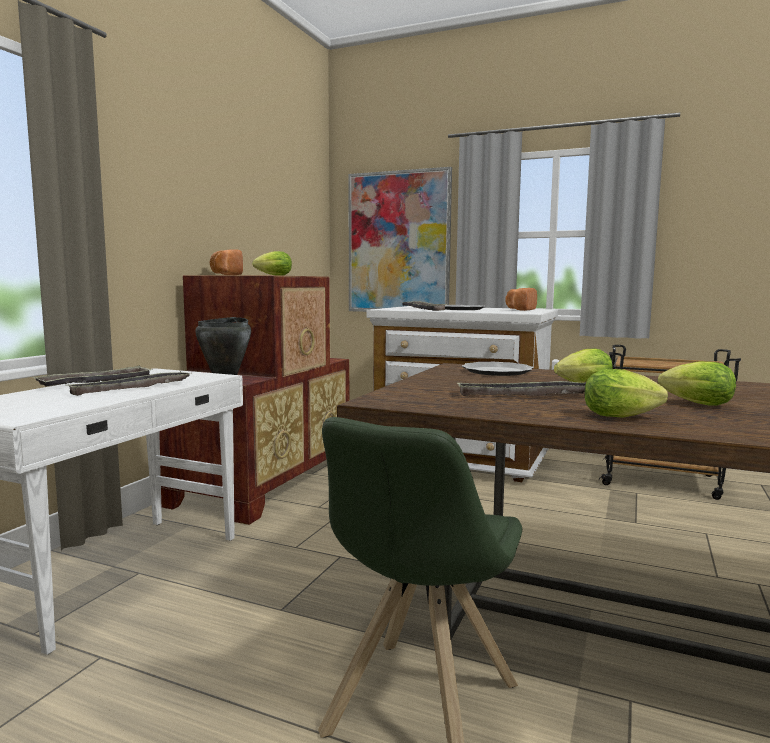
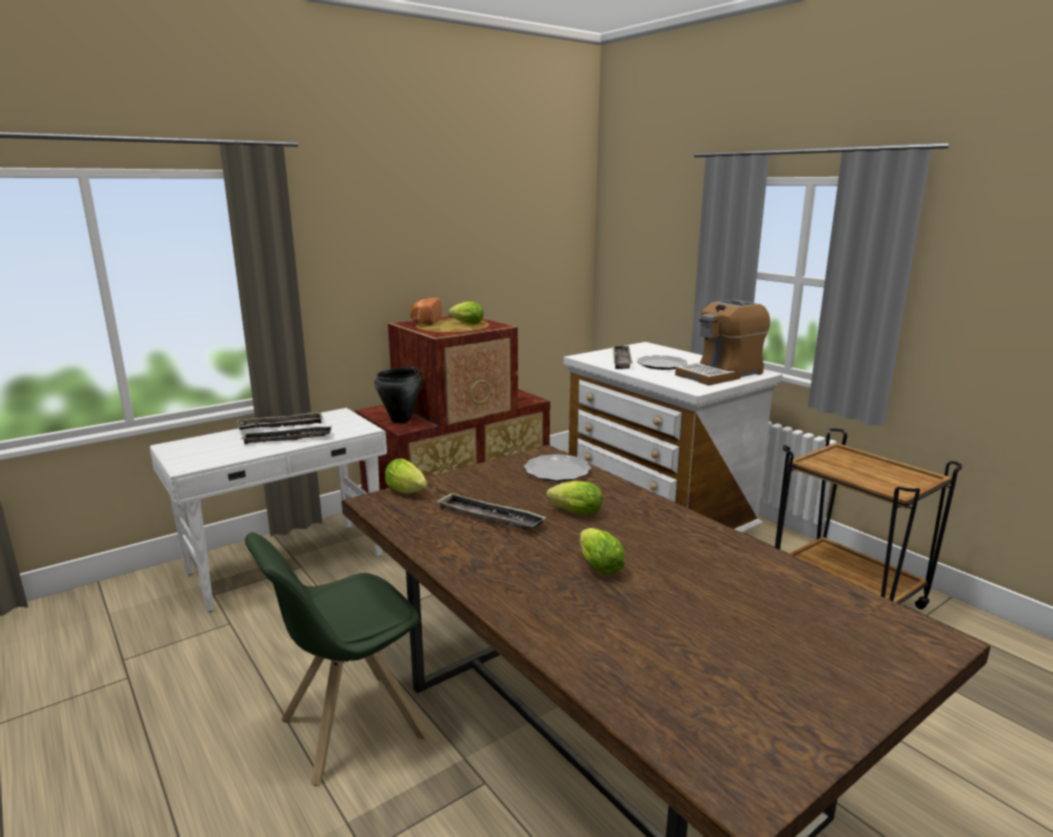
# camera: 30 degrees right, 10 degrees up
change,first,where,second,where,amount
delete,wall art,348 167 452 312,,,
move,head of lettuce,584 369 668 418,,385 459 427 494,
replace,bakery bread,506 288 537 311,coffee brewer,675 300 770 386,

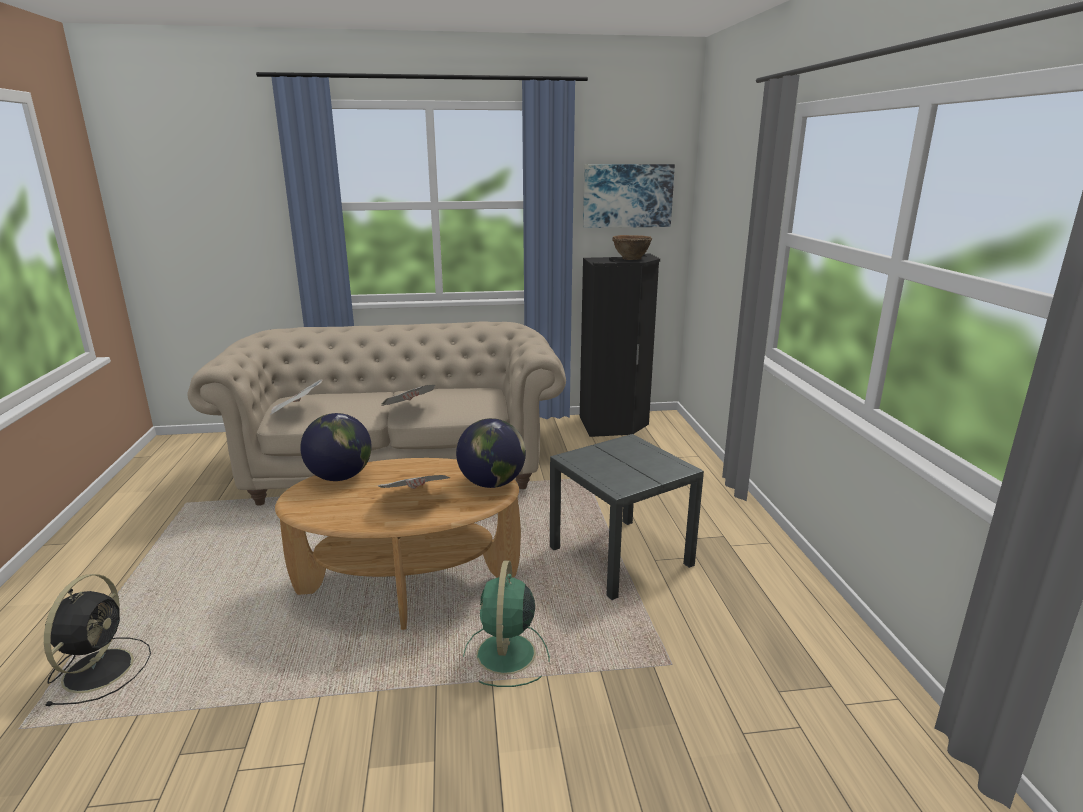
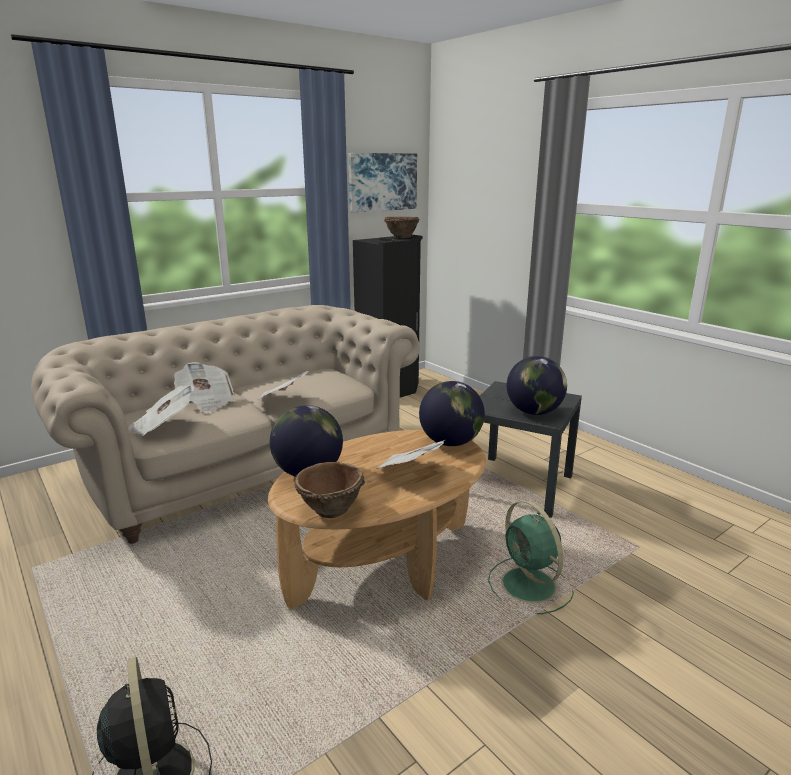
# camera: 30 degrees left, 0 degrees up
change,first,where,second,where,amount
insert,,,printed paper,174 362 235 413,
insert,,,brown-coloured deep dish,294 462 365 518,
insert,,,desk globe,507 356 567 415,

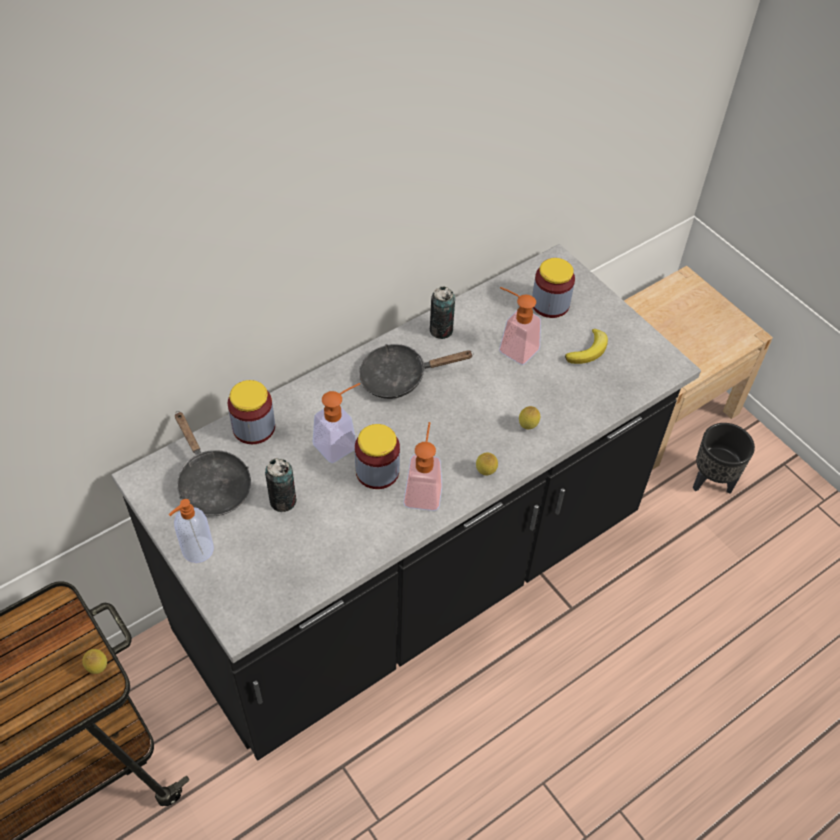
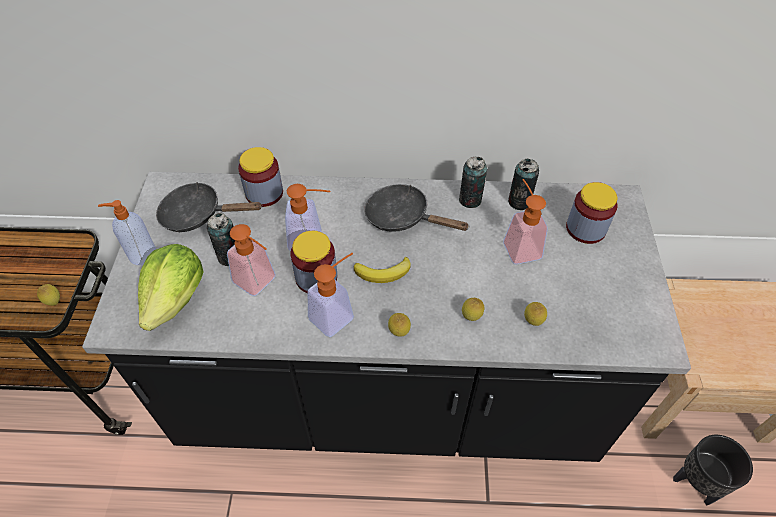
# camera: 40 degrees right, 0 degrees up
change,first,where,second,where,amount
insert,,,head of lettuce,138 244 204 331,
insert,,,soap dispenser,227 224 276 296,
insert,,,metal can,508 159 539 210,
insert,,,whole lemon,524 302 547 326,
move,whole banana,565 329 608 364,,354 257 411 283,
rotate,black skillet,175 411 251 516,,156 182 263 232,90 degrees clockwise

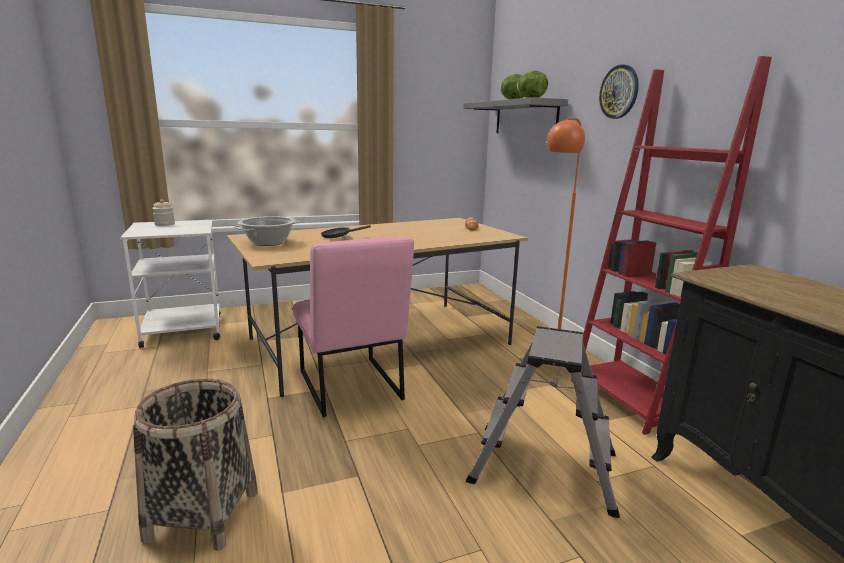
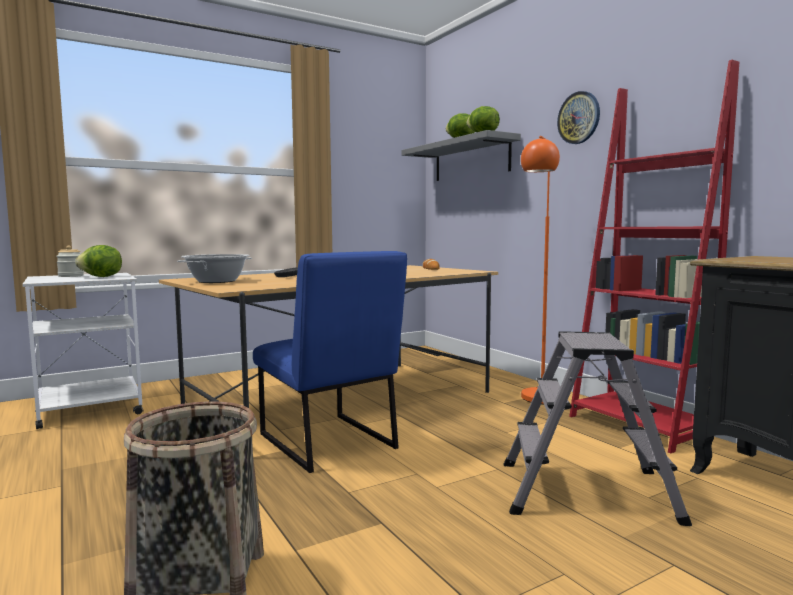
# camera: 10 degrees left, 10 degrees down
change,first,where,second,where,amount
insert,,,head of lettuce,75 245 122 277,
recolor,pinkish plain chair,293 237 414 417,blue plain chair,253 251 407 473,

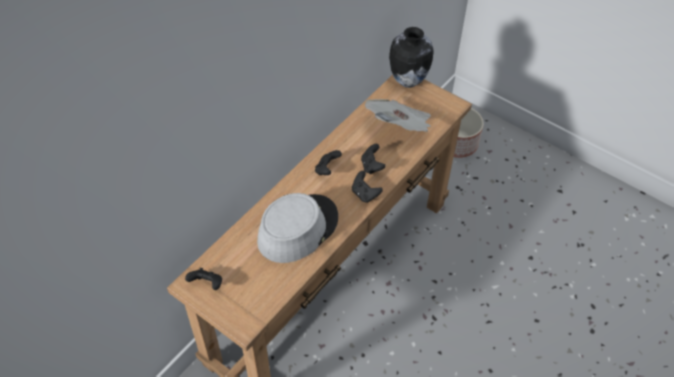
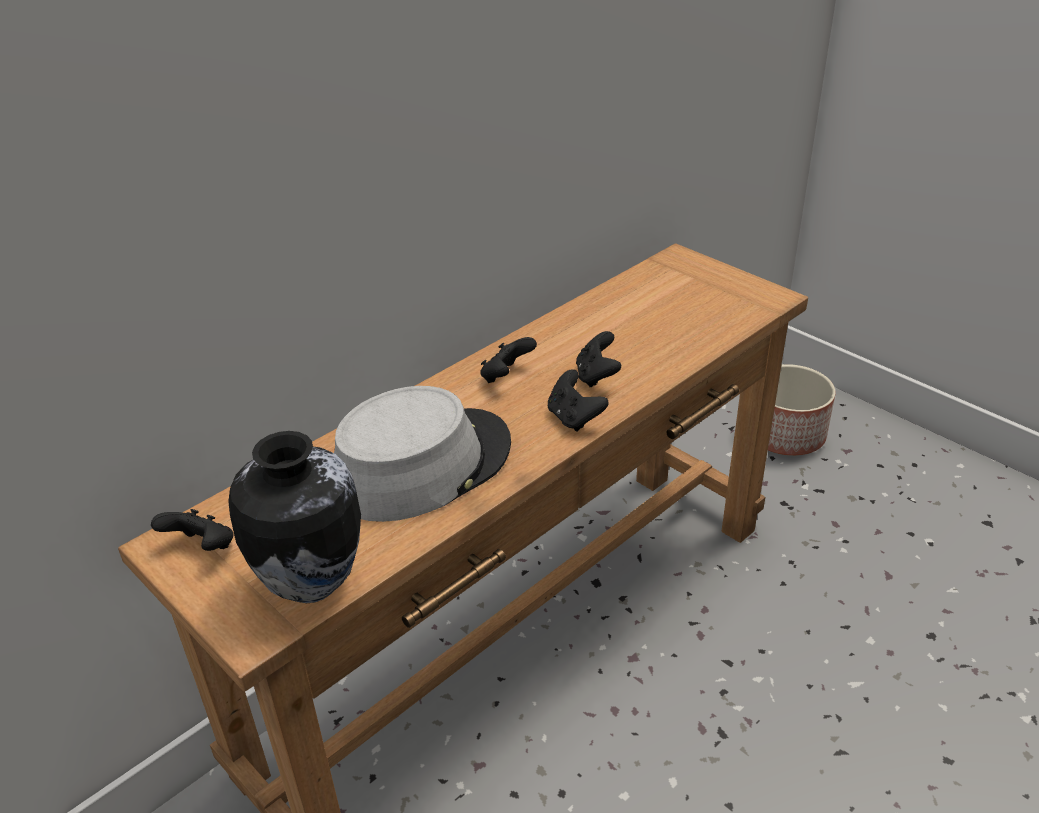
# camera: 10 degrees right, 15 degrees down
change,first,where,second,where,amount
delete,printed paper,365 99 431 132,,,
move,vase,389 27 434 88,,228 431 361 603,

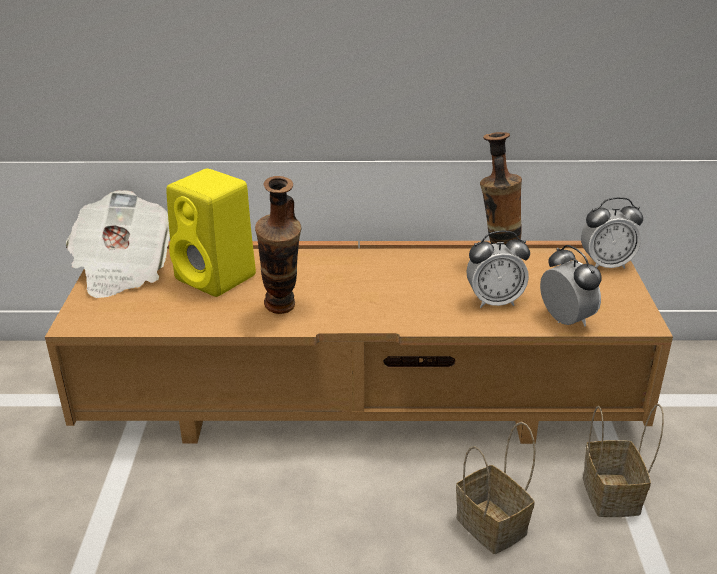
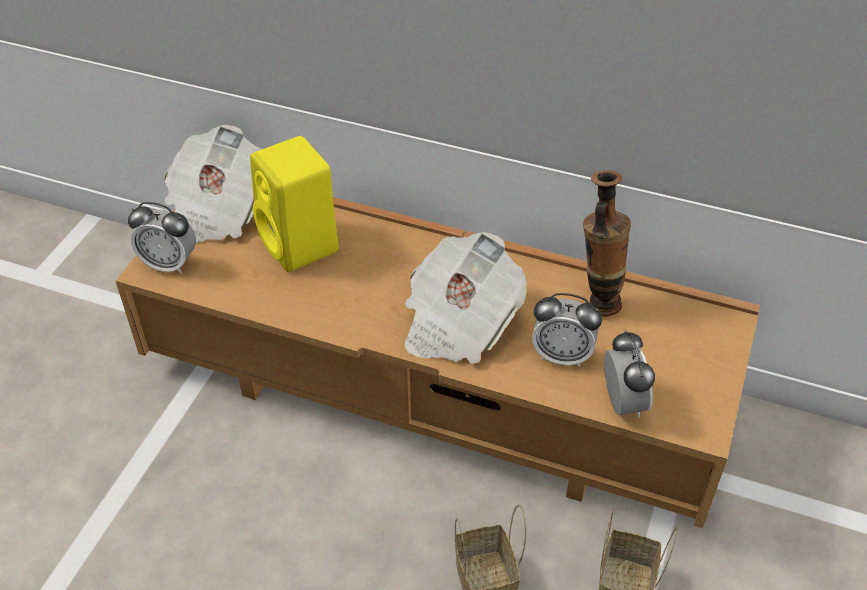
# camera: 20 degrees right, 15 degrees up
change,first,where,second,where,amount
delete,vase,255 176 301 314,,,
insert,,,printed paper,404 232 527 364,
move,alarm clock,581 197 643 269,,128 202 196 274,

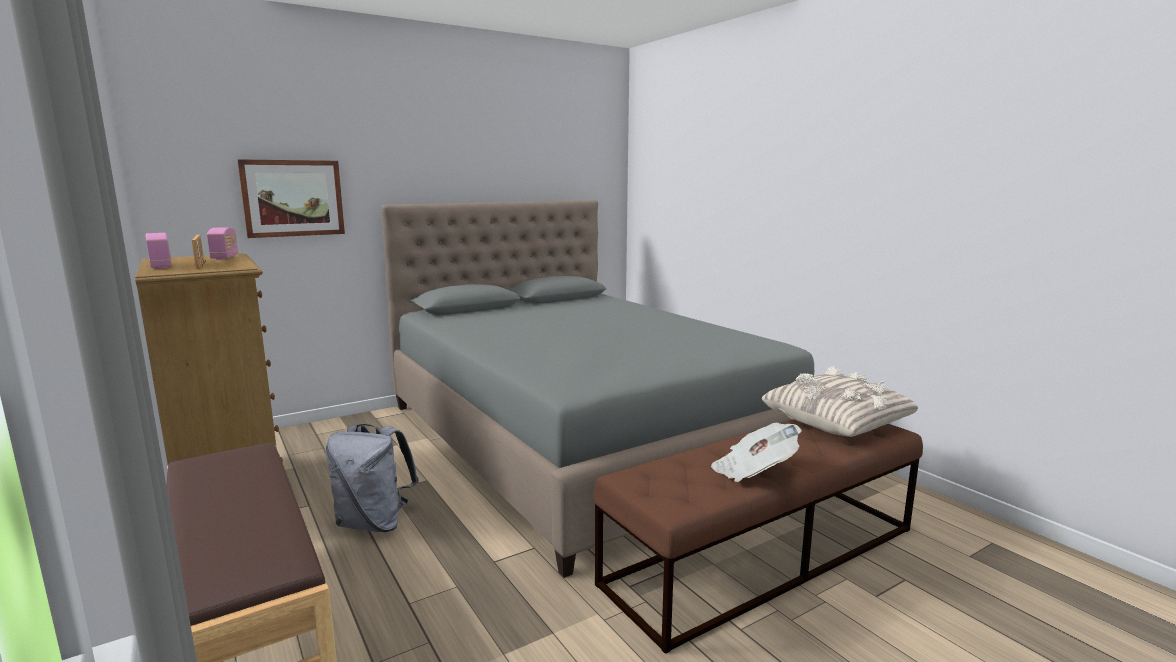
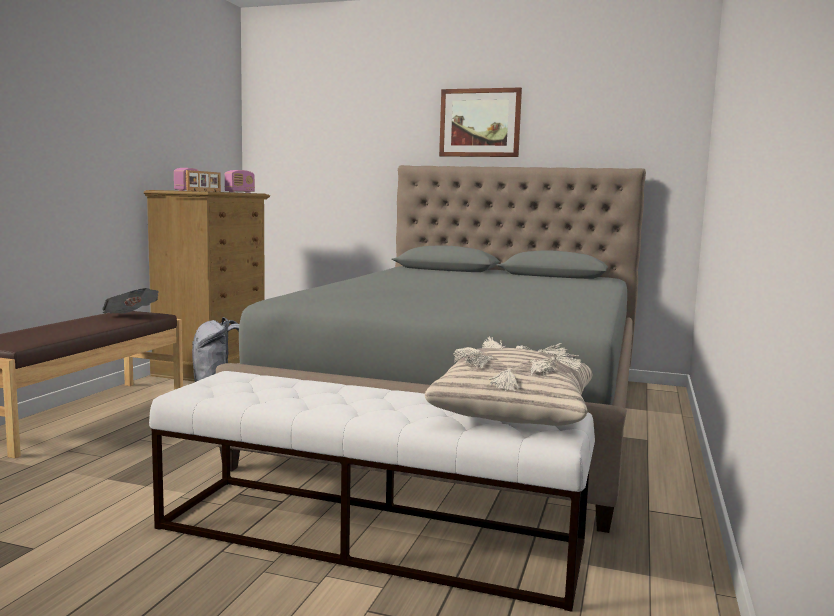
# camera: 50 degrees right, 5 degrees down
change,first,where,second,where,amount
move,wall art,237 159 345 238,,439 88 522 157,
move,printed paper,711 422 802 482,,102 288 159 314,
recolor,brown-coloured long seat,593 419 923 654,white long seat,149 371 595 612,

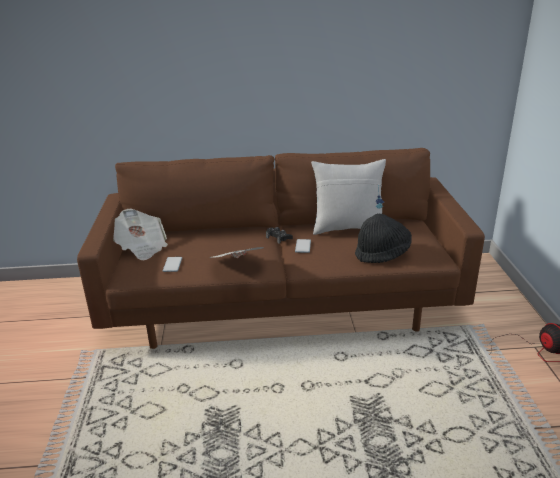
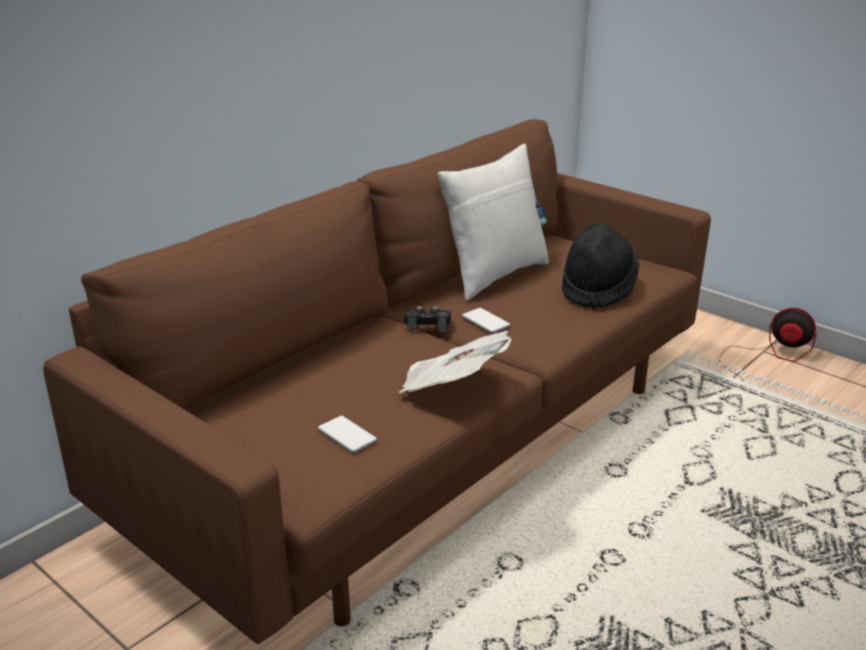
# camera: 45 degrees left, 0 degrees up
change,first,where,second,where,amount
delete,printed paper,113 209 168 260,,,

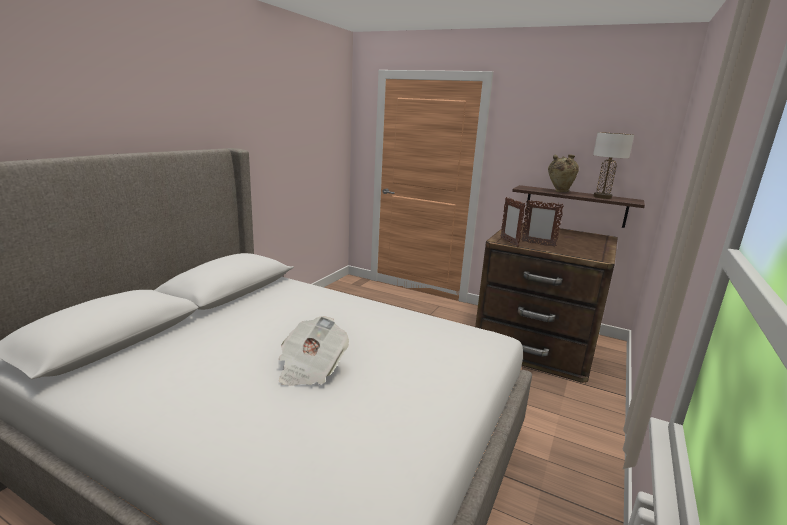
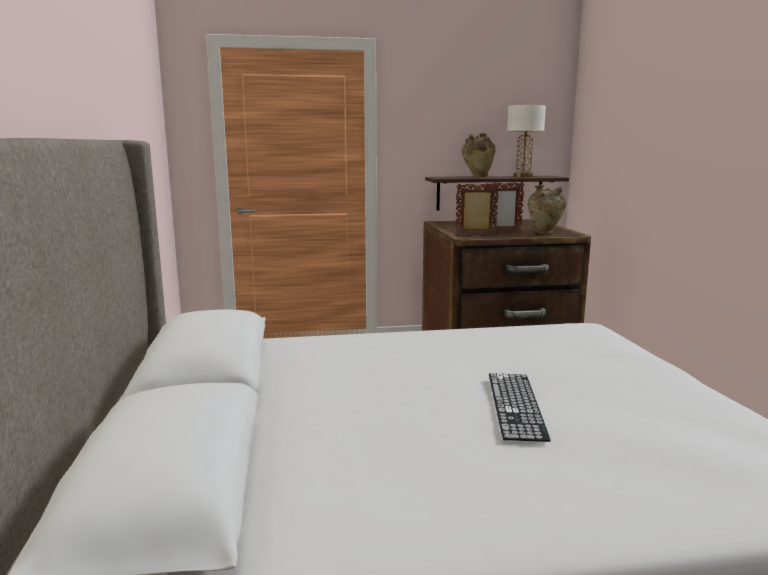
# camera: 35 degrees left, 5 degrees down
change,first,where,second,where,amount
insert,,,beige-coloured vase,527 185 566 234,
replace,printed paper,279 316 349 386,computer keyboard,489 373 551 442,
rotate,standing frame,501 197 526 247,,455 183 499 237,135 degrees clockwise

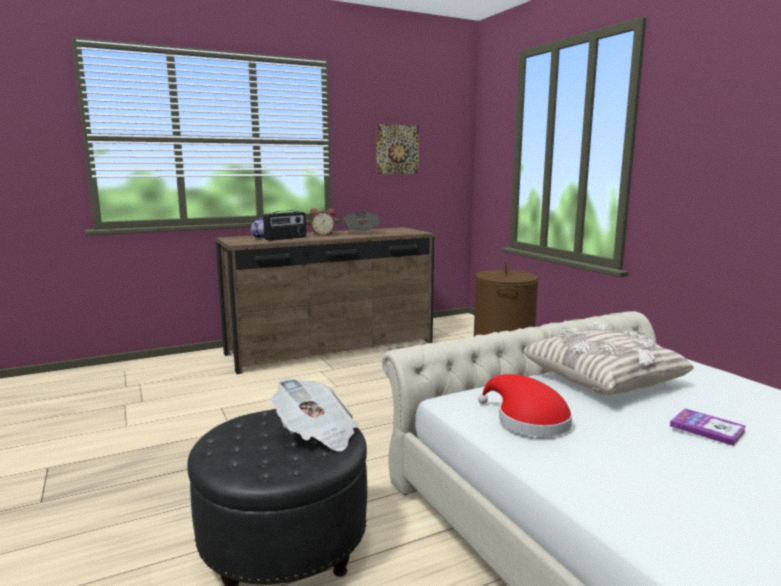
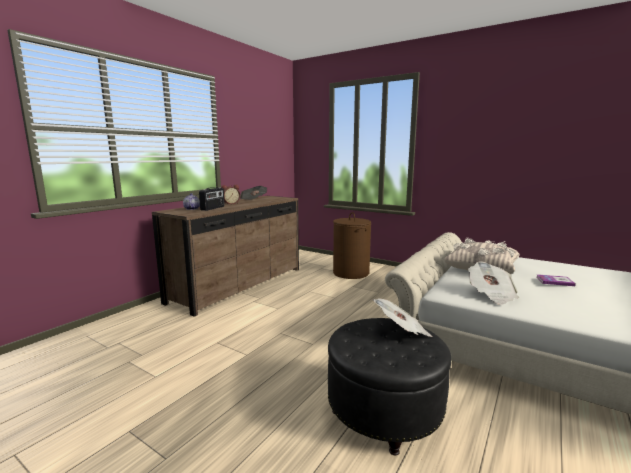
# camera: 30 degrees left, 0 degrees up
change,first,where,second,where,amount
delete,wall art,376 124 419 174,,,
replace,reddish wearable hat,478 374 572 437,printed paper,468 262 519 305,

